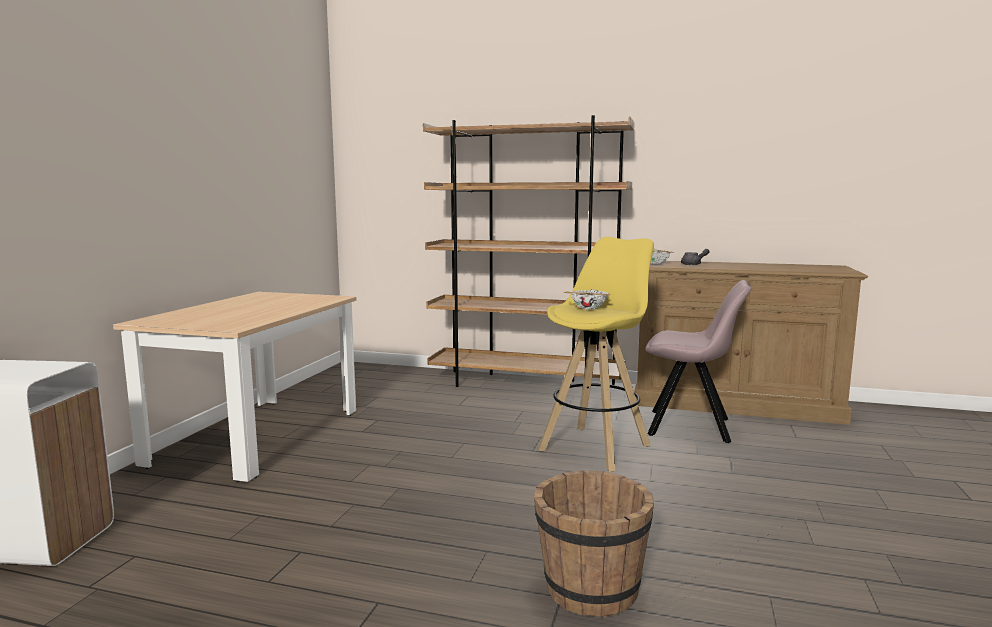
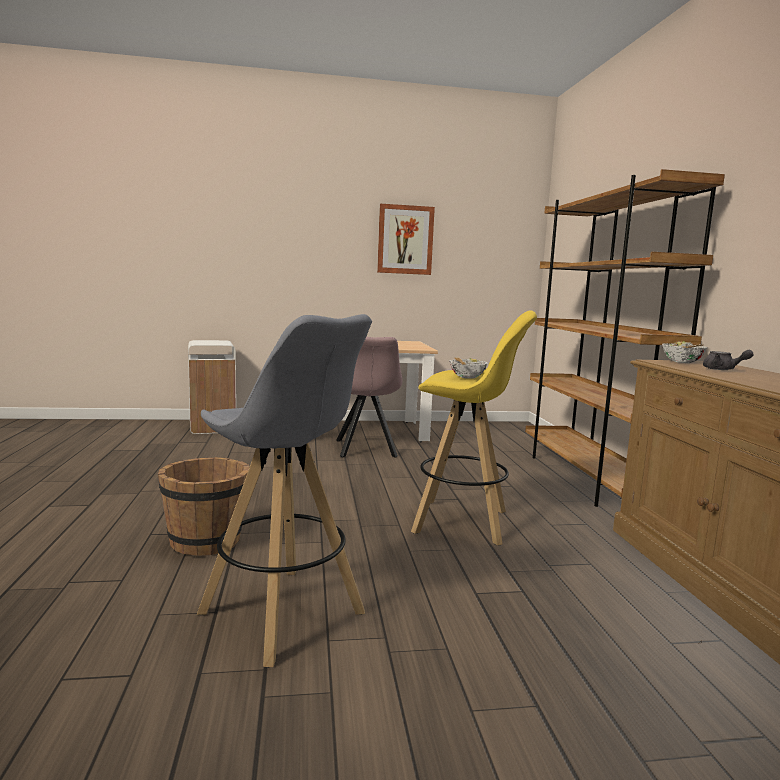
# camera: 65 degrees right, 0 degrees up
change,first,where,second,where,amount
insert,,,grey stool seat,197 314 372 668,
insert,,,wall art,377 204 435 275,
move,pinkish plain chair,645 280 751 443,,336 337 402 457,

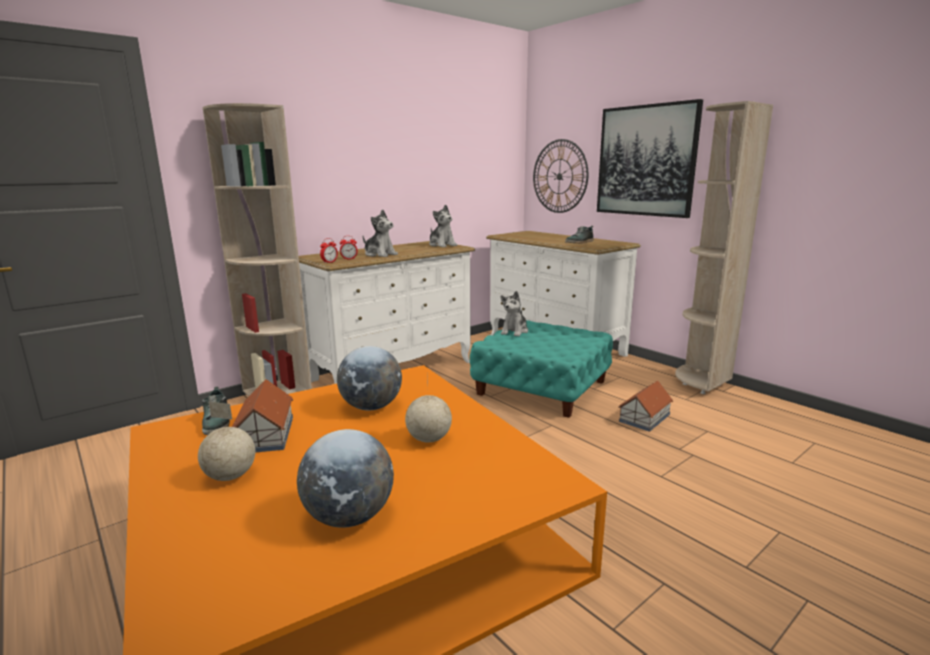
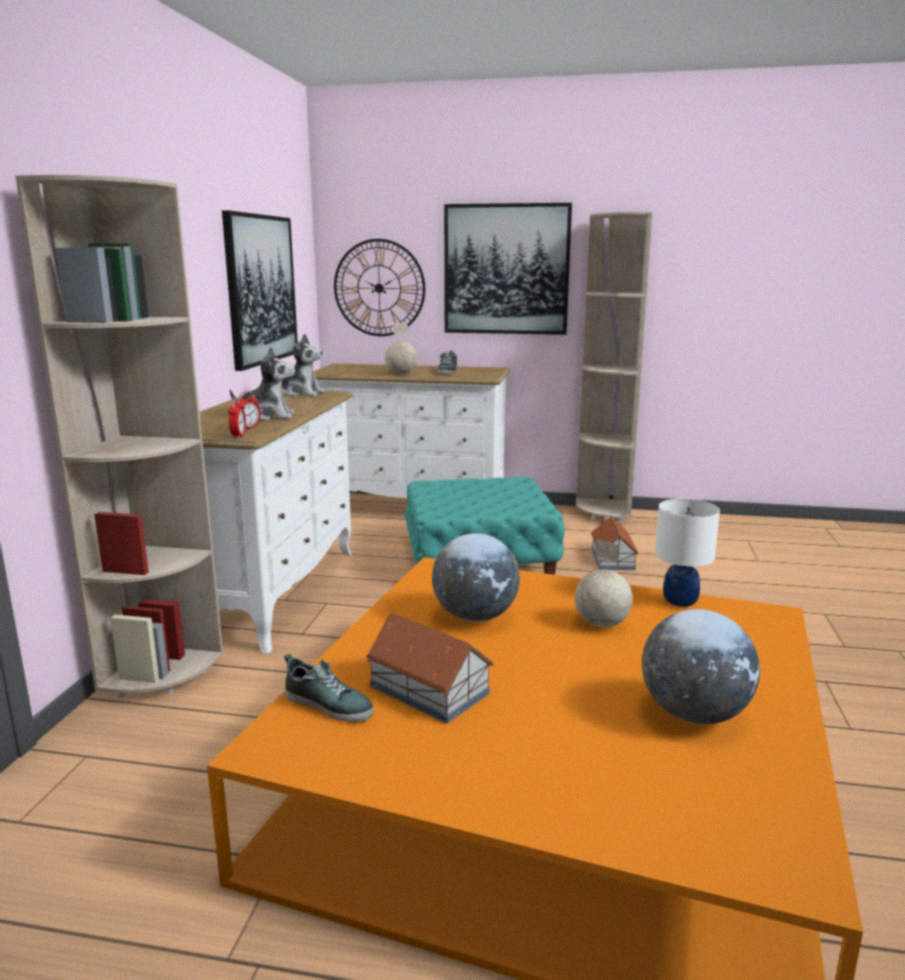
# camera: 40 degrees left, 0 degrees up
change,first,where,second,where,amount
delete,soft toy,501 291 528 337,,,
insert,,,wall art,222 211 298 371,
insert,,,white table lamp,655 499 720 607,
move,desk globe,198 402 255 481,,385 322 417 374,

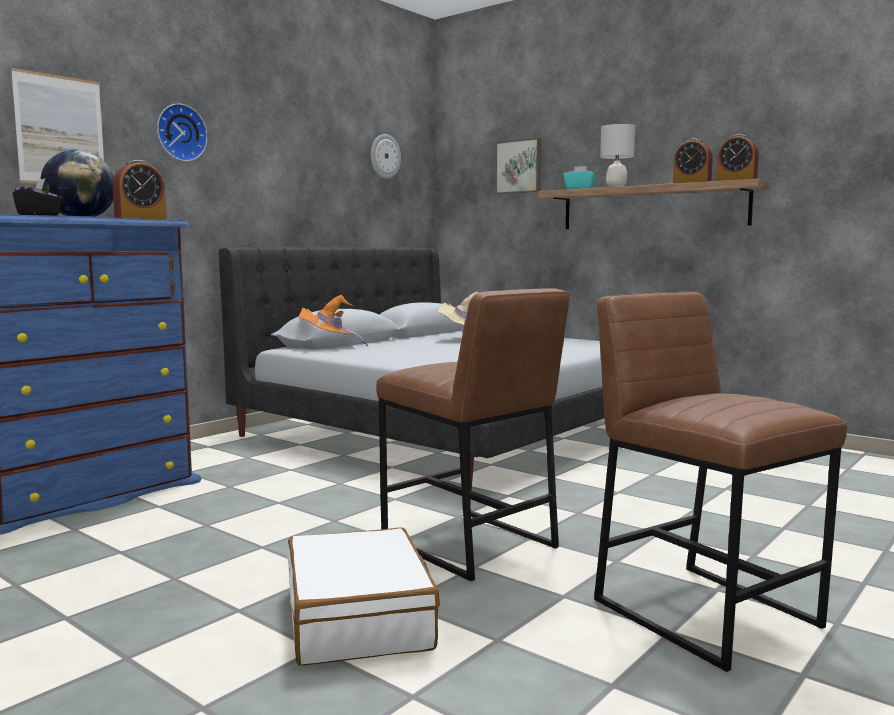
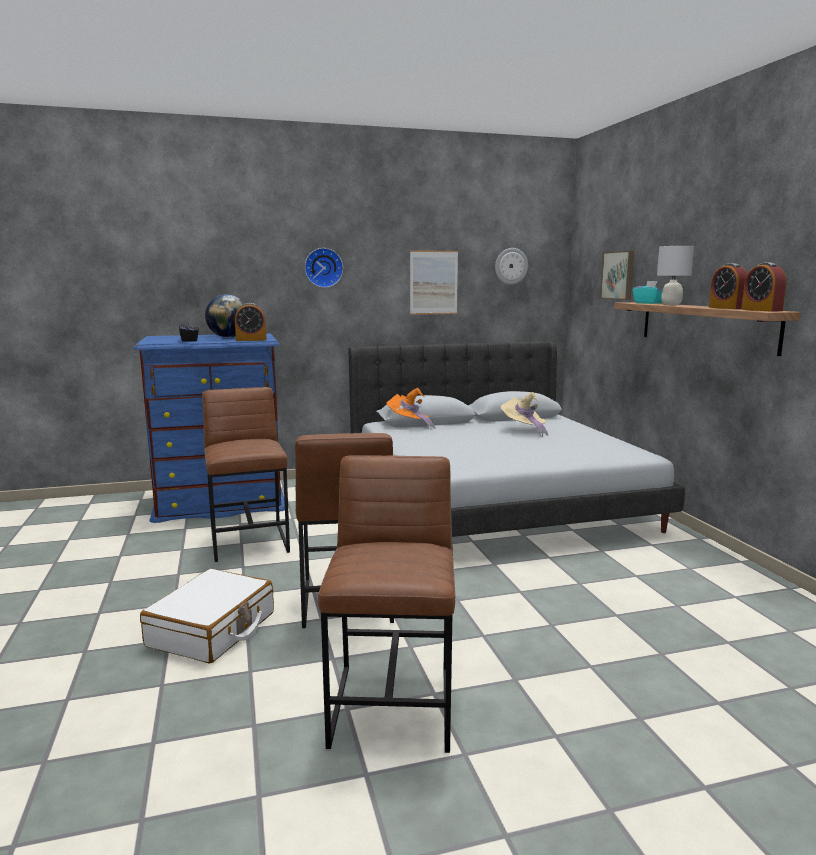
# camera: 35 degrees right, 5 degrees up
change,first,where,second,where,amount
insert,,,brown-coloured plain chair,202 387 290 562,
move,wall art,11 68 104 184,,410 250 458 315,

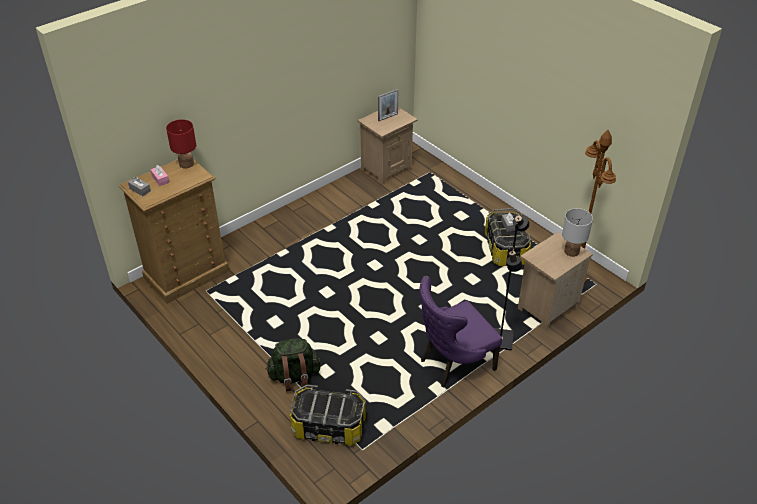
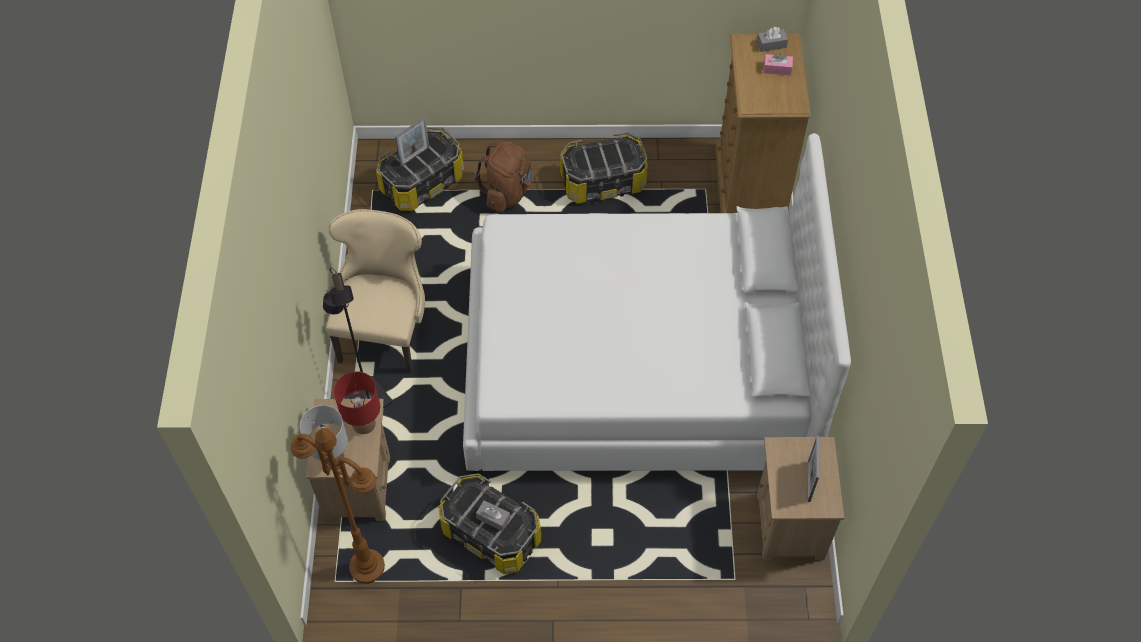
# camera: 130 degrees right, 15 degrees up
change,first,where,second,where,amount
insert,,,standing frame,395 117 429 167,
insert,,,white bedroom bed,463 133 851 474,
insert,,,storage box,560 132 648 204,
move,reddish table lamp,166 119 196 168,,334 371 380 434,
recolor,green knapsack,266 338 320 391,brown-coloured knapsack,475 142 531 213,
recolor,purple plain chair,419 276 502 388,beige-coloured plain chair,326 209 425 373,

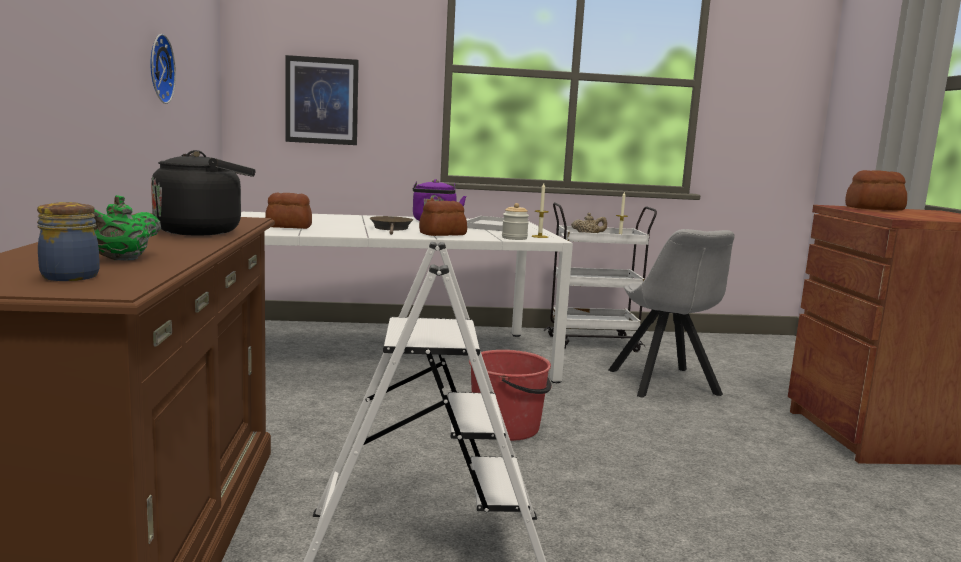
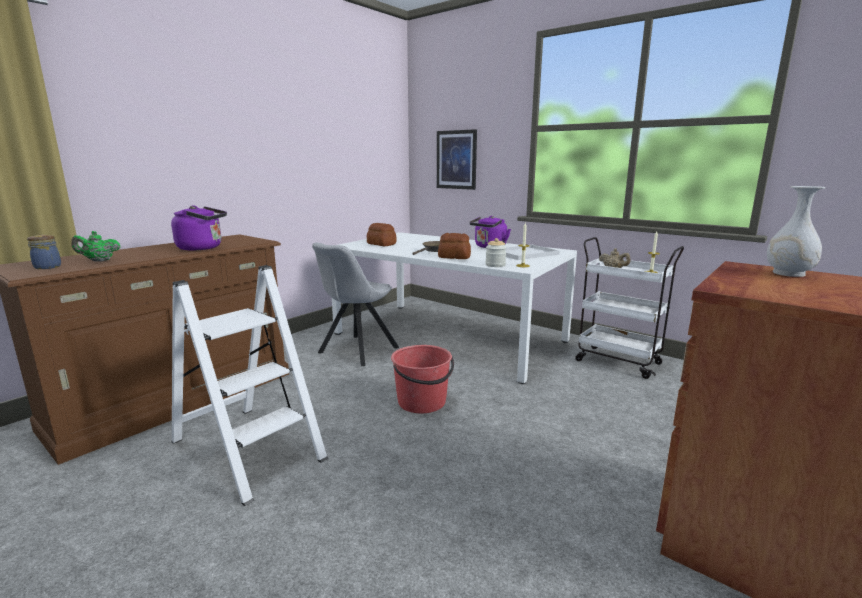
# camera: 45 degrees right, 5 degrees up
change,first,where,second,where,amount
delete,clock on the wall,150 34 176 104,,,
move,grey plain chair,608 229 734 398,,312 242 399 366,
replace,bakery bread,845 170 907 211,white vase,767 186 825 277,
recolor,black kettle,151 150 256 235,purple kettle,171 205 227 251,

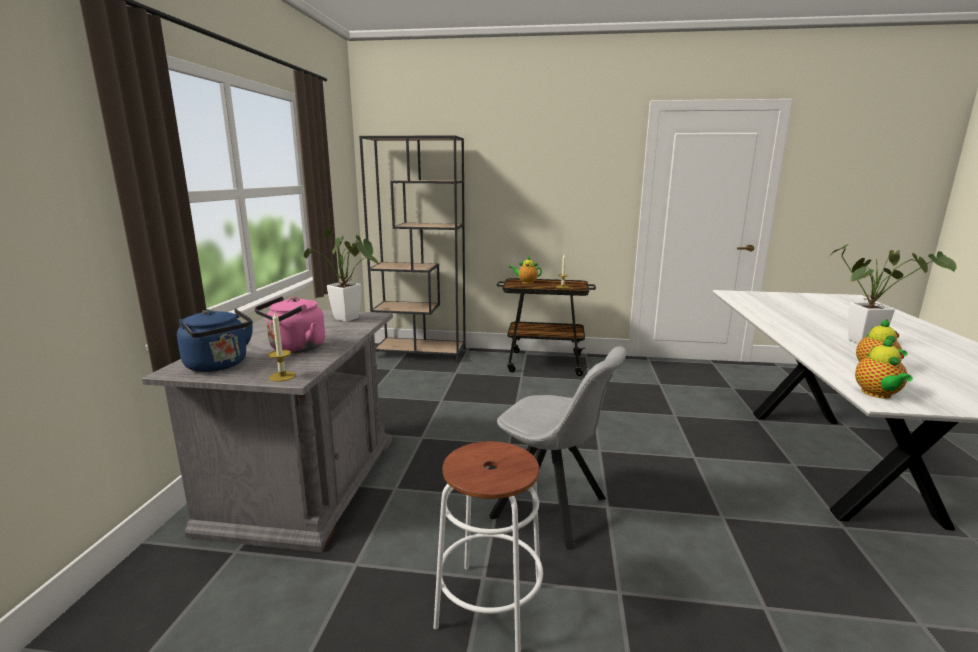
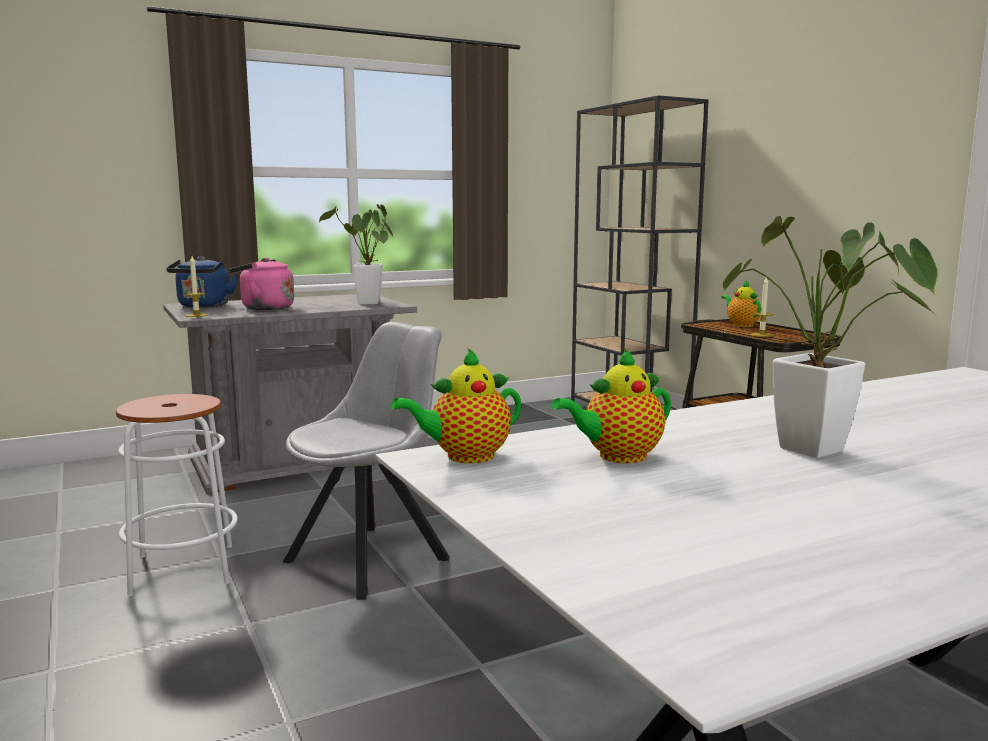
# camera: 55 degrees right, 5 degrees down
change,first,where,second,where,amount
rotate,grey plain chair,489 346 627 550,,283 322 450 600,135 degrees counterclockwise

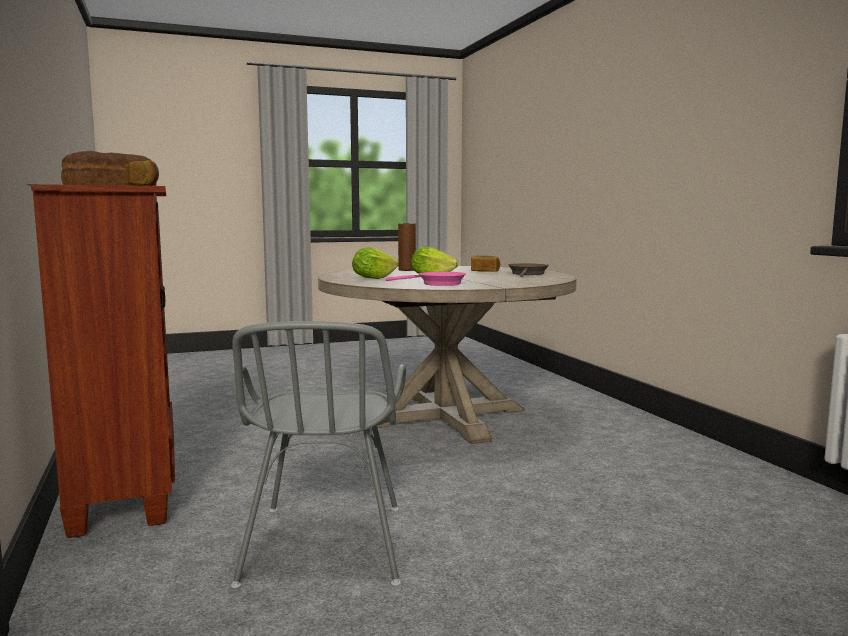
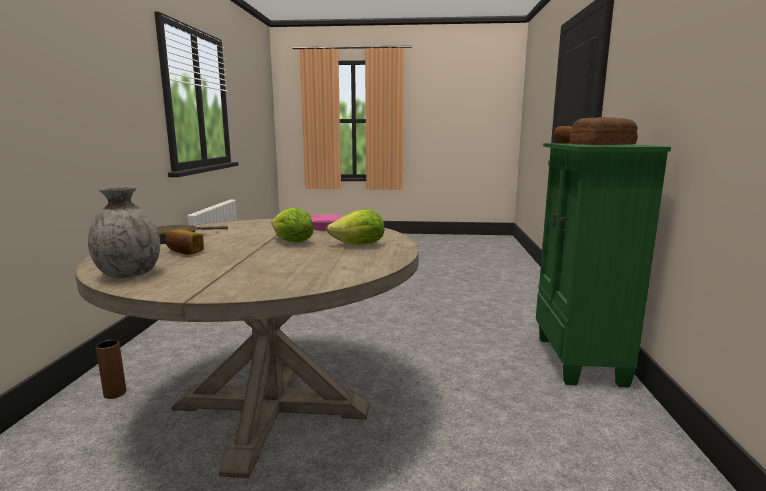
# camera: 155 degrees left, 5 degrees up
change,first,where,second,where,amount
delete,grey plain chair,231 321 406 588,,,
insert,,,grey vase,88 186 160 278,
move,brown-coloured vase,398 223 416 271,,96 339 126 399,
recolor,brown-coloured cupboard,25 184 175 538,green cupboard,536 143 671 387,

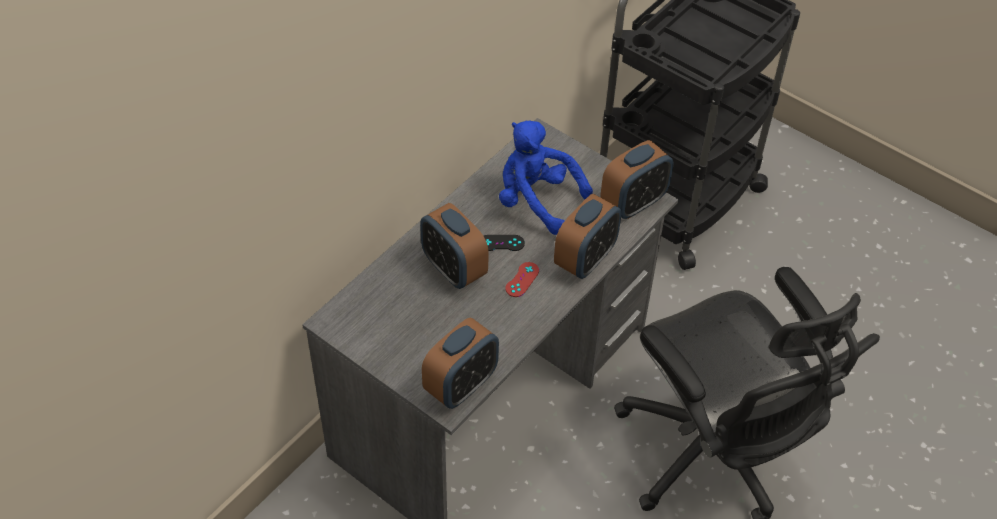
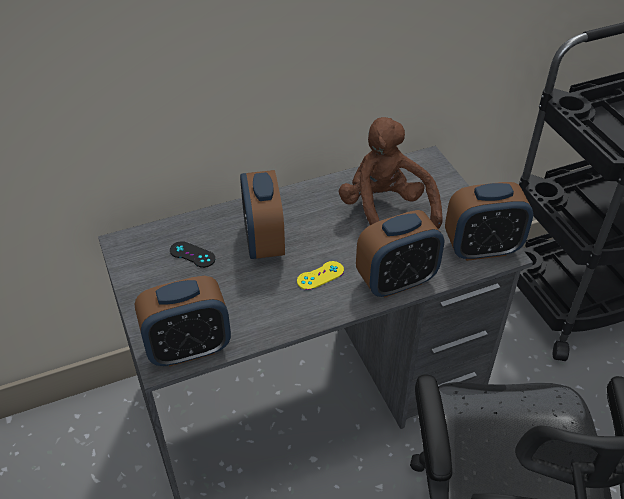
# camera: 30 degrees right, 5 degrees down
change,first,where,second,where,amount
move,black joypad,484 235 525 251,,170 241 215 268,
recolor,blue soft toy,499 120 593 235,brown-coloured soft toy,339 117 443 229,
recolor,reddish joypad,505 262 539 297,yellow joypad,297 261 344 290,

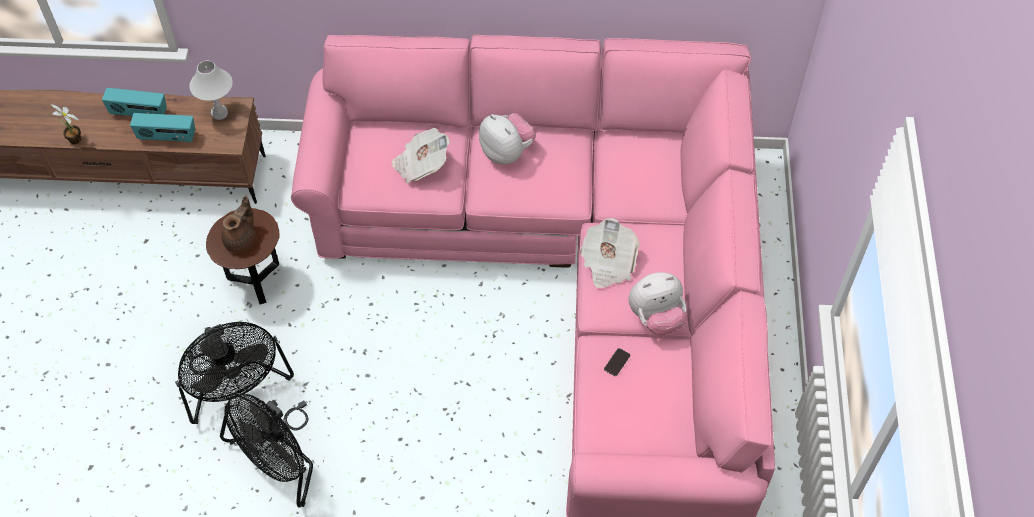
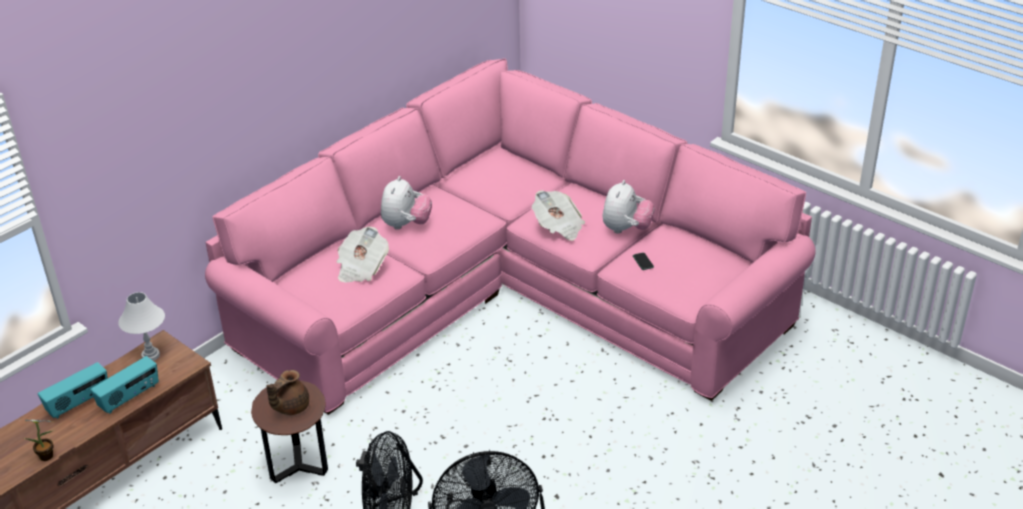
# camera: 50 degrees left, 20 degrees down
change,first,where,second,where,amount
rotate,brown-coloured pot for tea,221 196 256 253,,266 370 309 415,120 degrees counterclockwise
rotate,soft toy,479 113 536 165,,381 176 432 230,105 degrees clockwise

